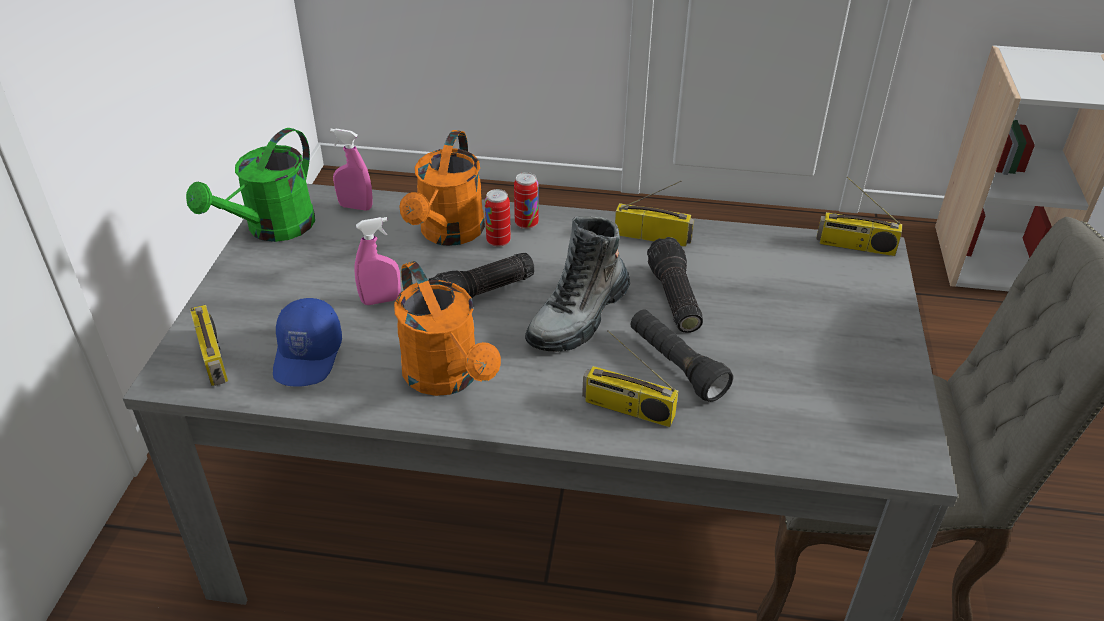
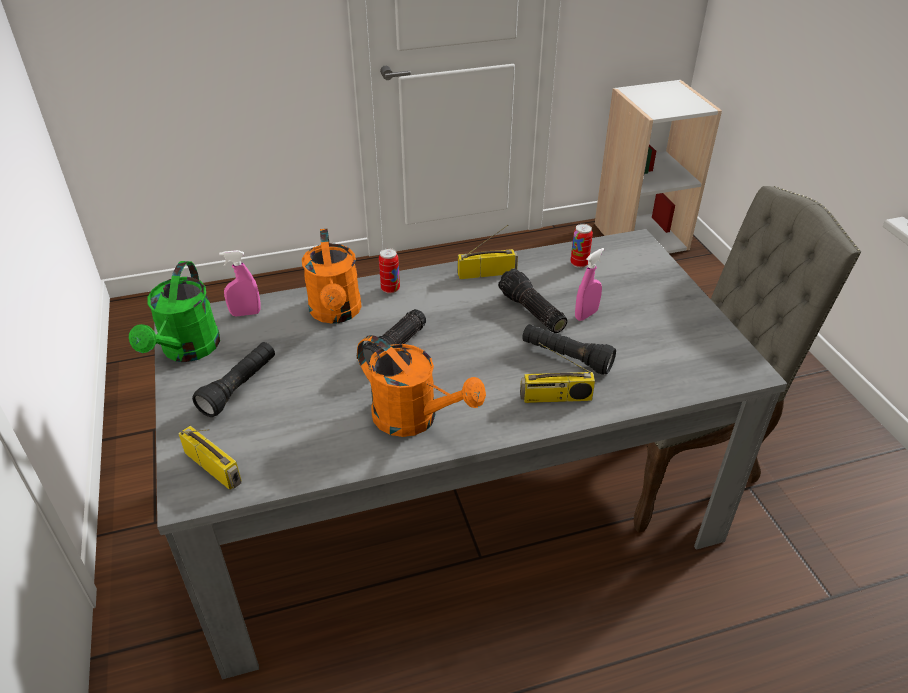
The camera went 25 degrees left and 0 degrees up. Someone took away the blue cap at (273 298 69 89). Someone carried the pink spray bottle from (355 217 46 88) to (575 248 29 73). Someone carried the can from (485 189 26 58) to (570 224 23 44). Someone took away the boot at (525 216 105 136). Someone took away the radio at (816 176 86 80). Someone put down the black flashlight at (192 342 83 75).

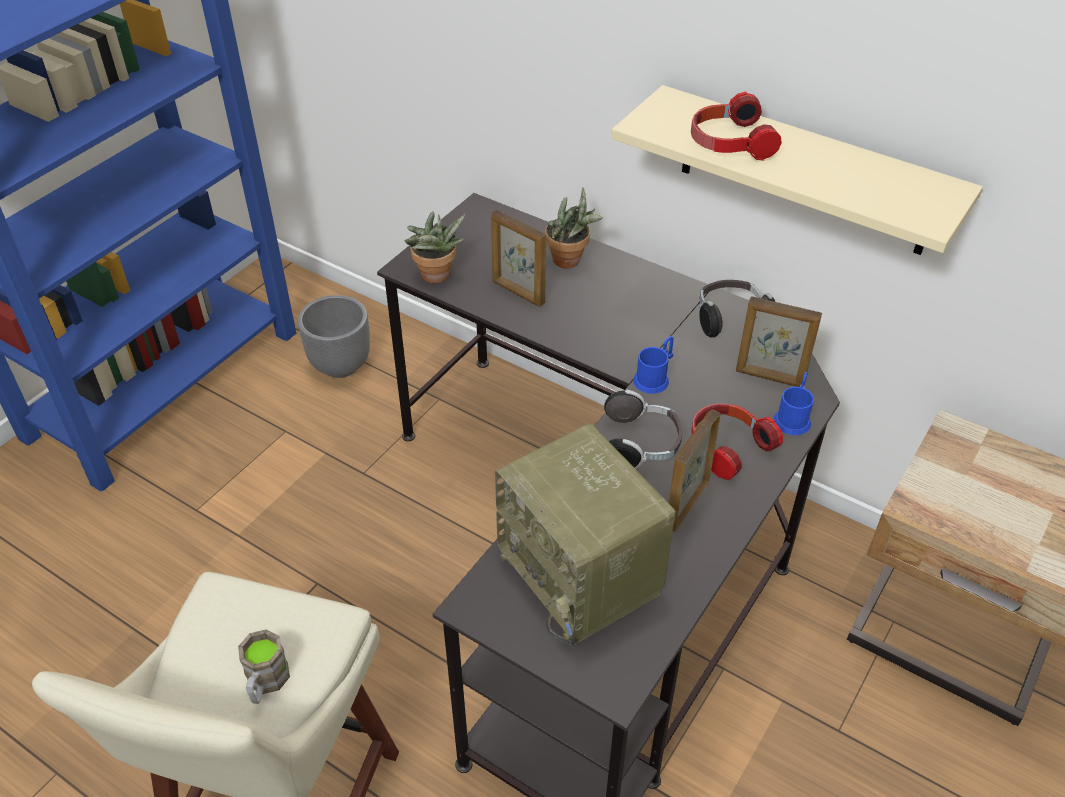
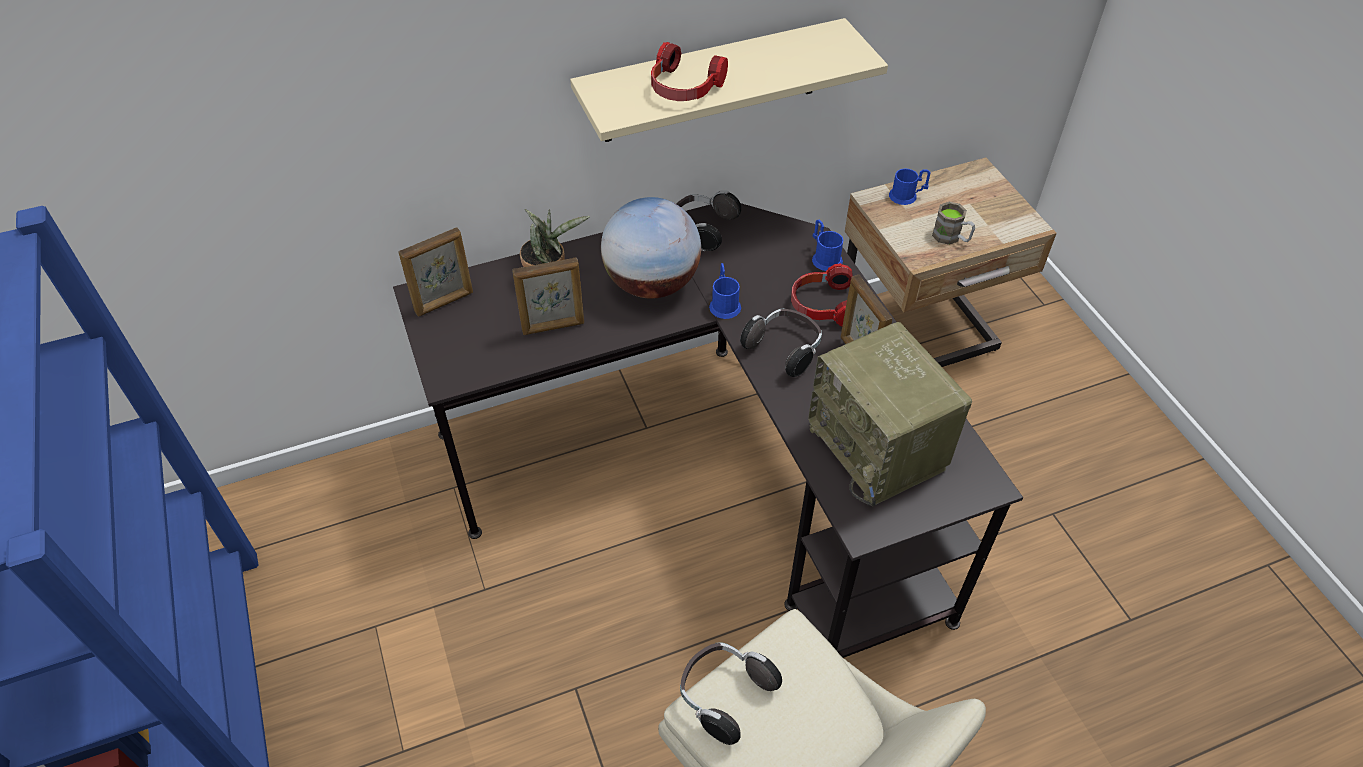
The camera went 55 degrees left and 5 degrees up. Someone carried the brown mug from (238 629 52 75) to (932 202 43 43). Someone took away the grey planter at (298 295 72 83). Someone took away the potted plant at (404 211 62 72). Someone rotated the radio at (495 424 181 222) by 60 degrees clockwise. Someone carried the picture frame from (736 296 86 91) to (398 228 75 89). Someone put down the globe at (601 197 100 102). Someone put down the headphones at (680 642 102 103). Someone put down the blue mug at (889 168 42 37).

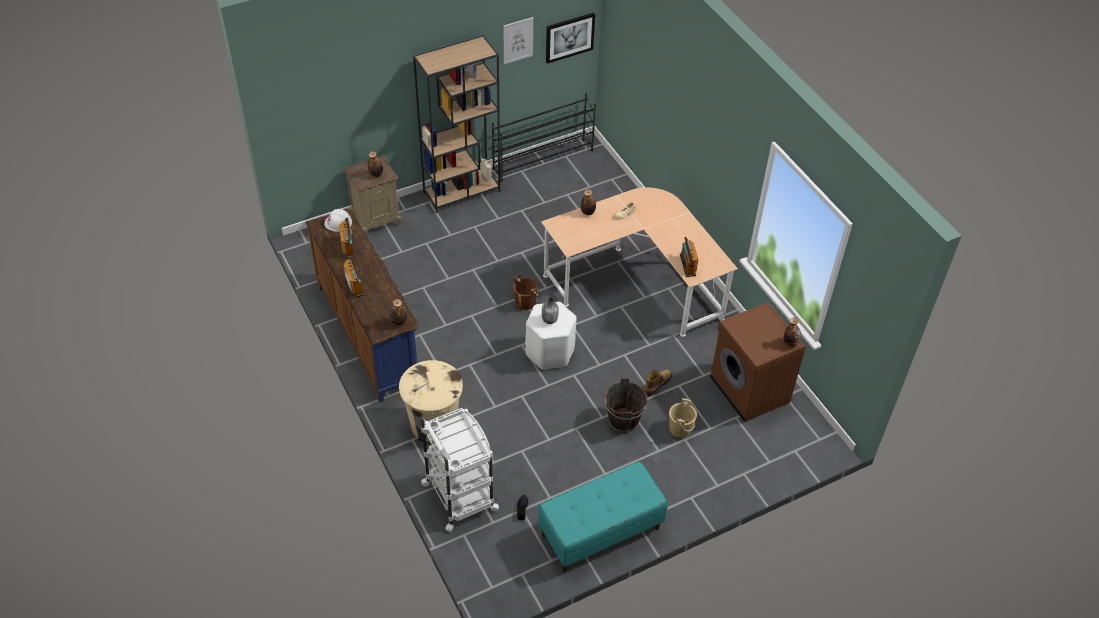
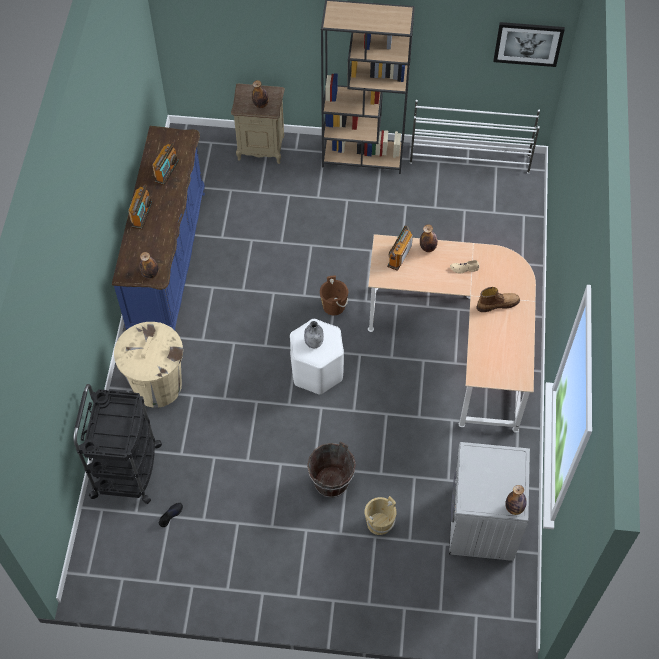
The camera went 35 degrees right and 10 degrees up. Someone took away the white hard hat at (324 209 28 23). Someone repainted the white cart at (421 408 78 124), which became the black cart at (73 384 89 120). Someone repainted the black shoe rack at (492 93 104 88), which became the white shoe rack at (410 100 130 74). Someone took away the picture at (504 17 29 47). Someone took away the turquoise bench at (538 461 130 111). Someone carried the boot from (644 369 28 27) to (477 287 43 25). Someone carried the radio from (680 237 19 40) to (387 226 26 45). Someone repainted the brown washing machine at (710 302 96 120), which became the white washing machine at (449 442 81 119).

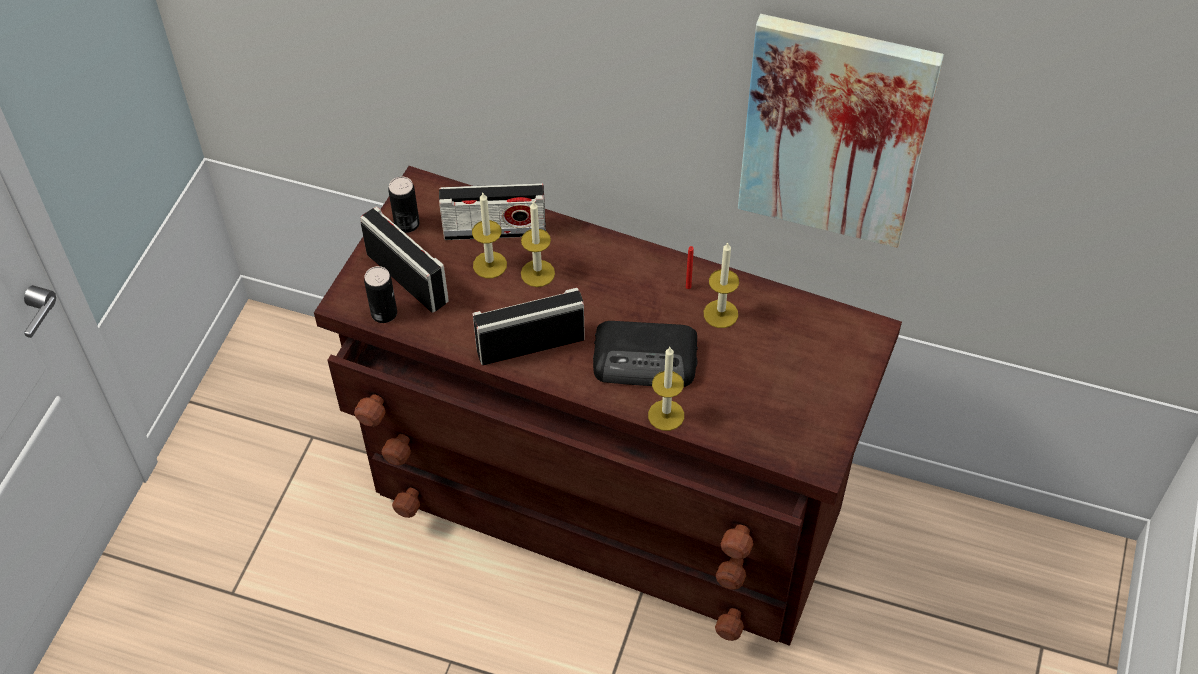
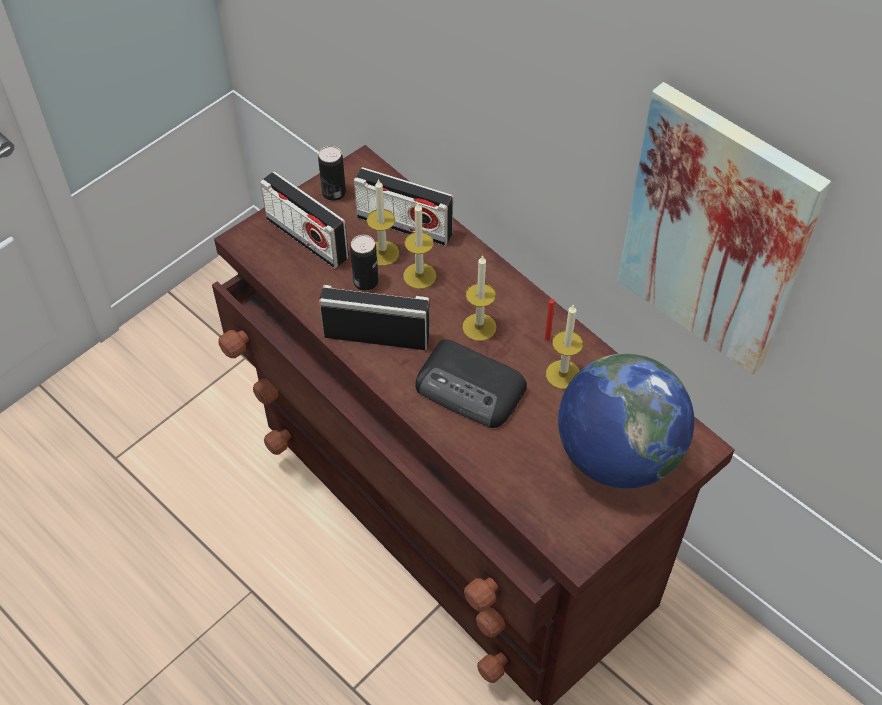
The camera went 25 degrees right and 0 degrees up. Someone rotated the radio at (360 207 89 106) by 150 degrees clockwise. Someone carried the can from (364 266 33 57) to (350 235 28 56). Someone carried the candle from (648 347 36 84) to (462 255 34 86). Someone put down the globe at (558 353 136 135).

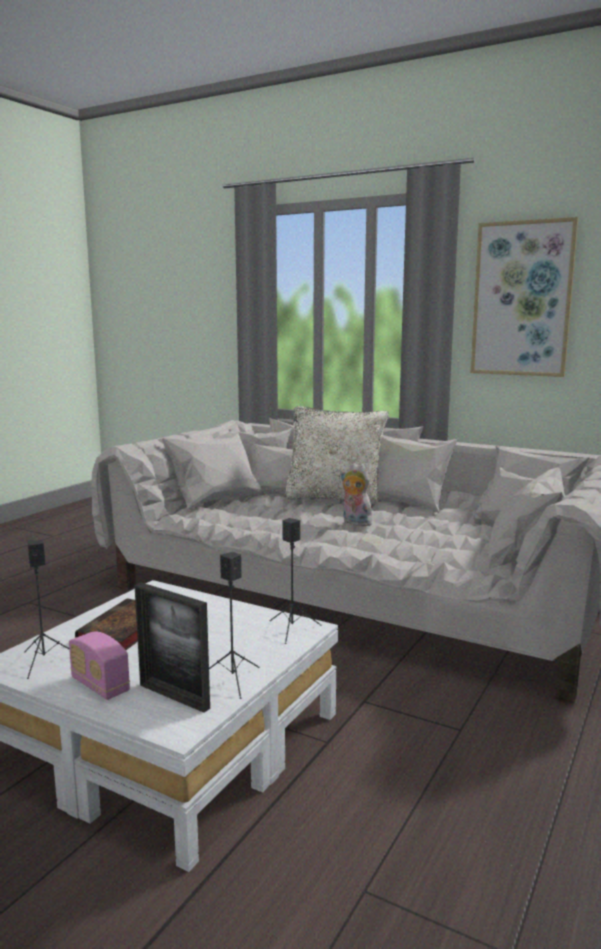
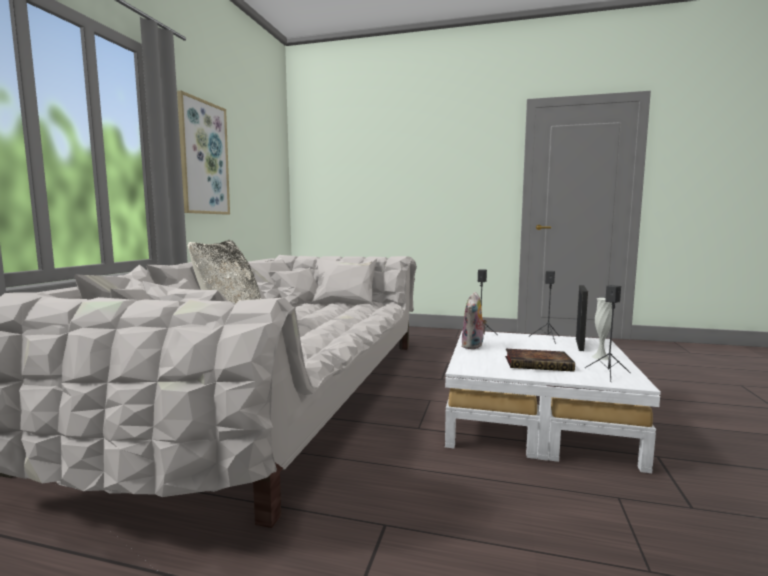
The camera went 105 degrees left and 5 degrees down. Someone swapped the radio at (69 631 61 69) for the white vase at (592 298 20 62). Someone carried the plush toy from (341 463 31 63) to (461 292 26 57).

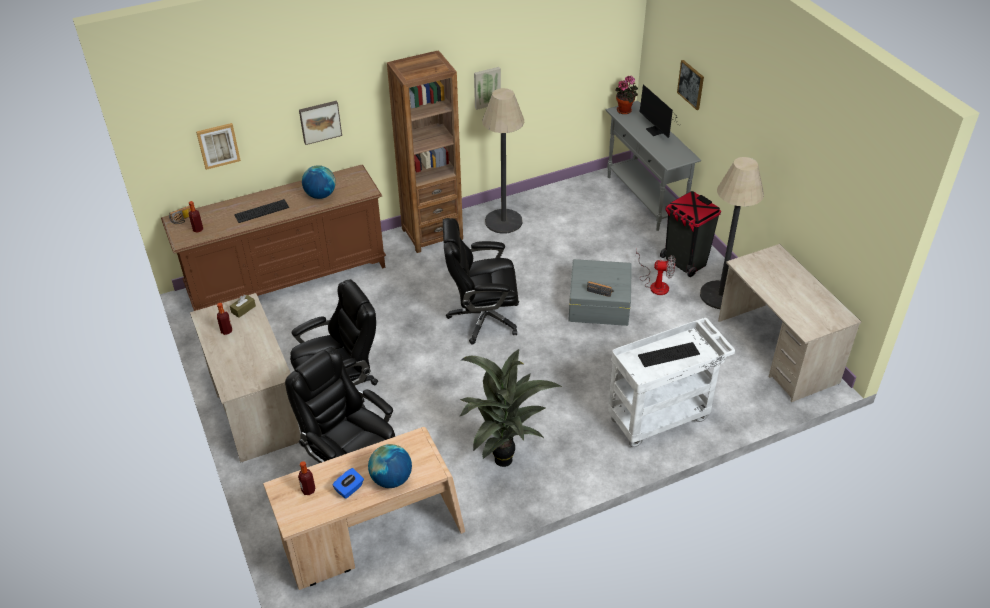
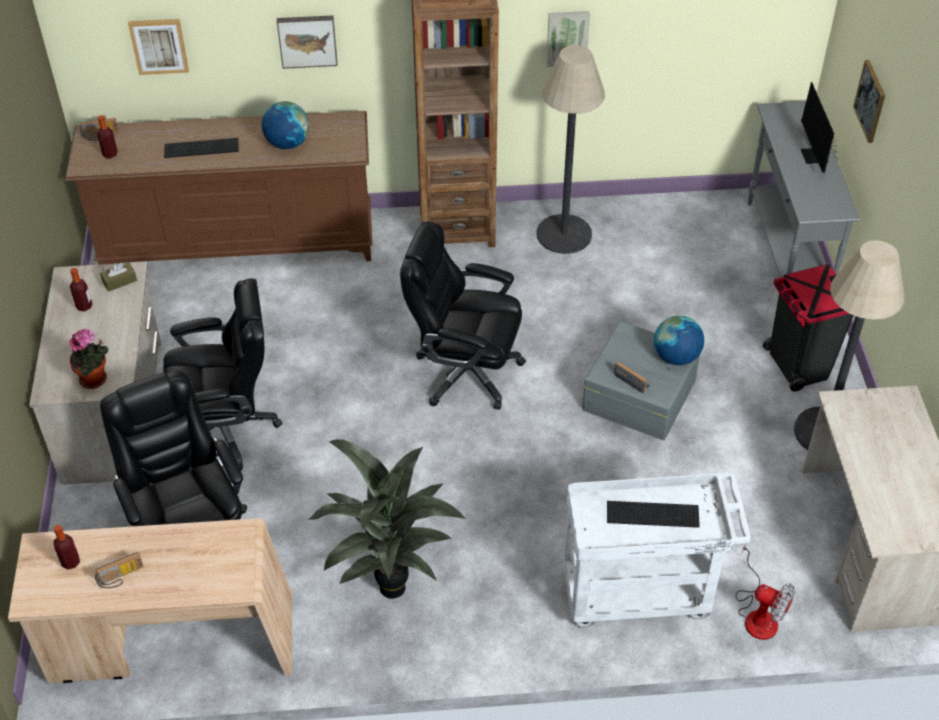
The camera went 20 degrees right and 5 degrees up. Someone swapped the blue tissue box at (332 468 32 31) for the radio at (95 552 48 36). Someone carried the globe from (368 444 44 44) to (654 316 50 49). Someone carried the potted plant from (615 76 23 38) to (69 329 39 60). Someone carried the fan from (636 249 39 46) to (736 543 59 97).

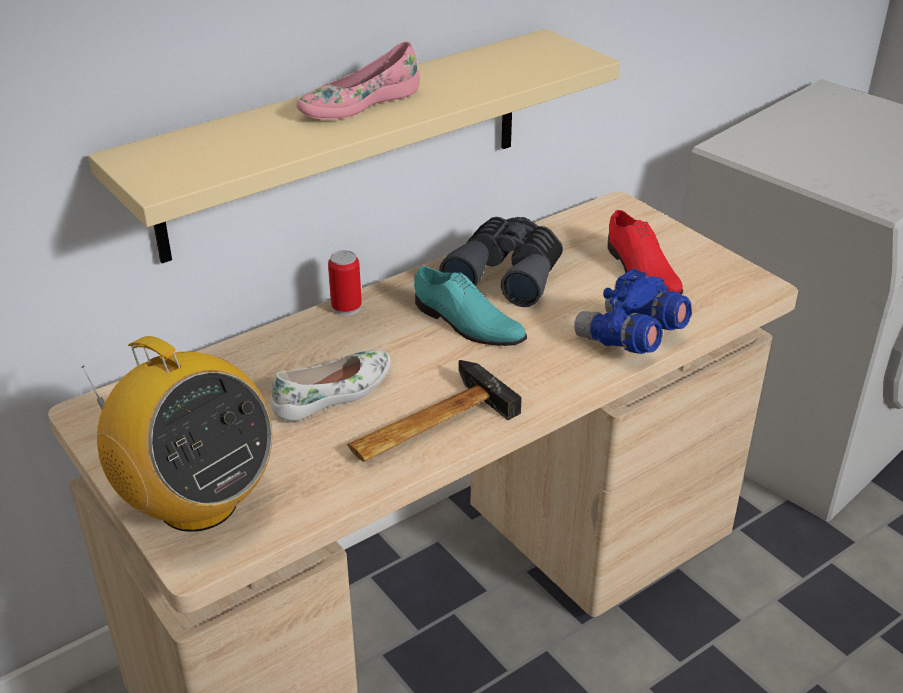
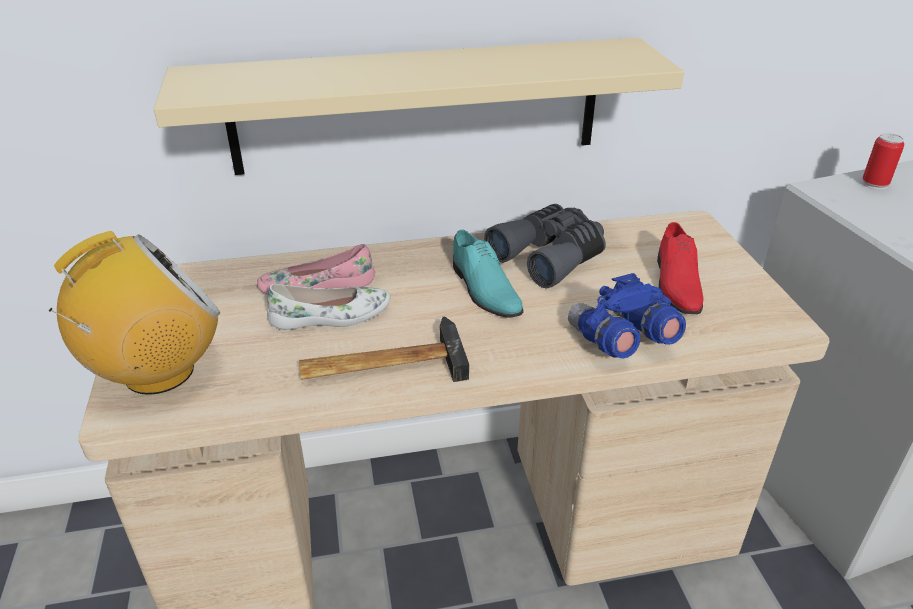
The camera went 25 degrees right and 0 degrees up. Someone rotated the radio at (81 336 191 196) by 105 degrees counterclockwise. Someone carried the pink shoe from (296 42 124 78) to (257 244 118 51). Someone carried the can from (328 250 34 66) to (862 133 42 57).

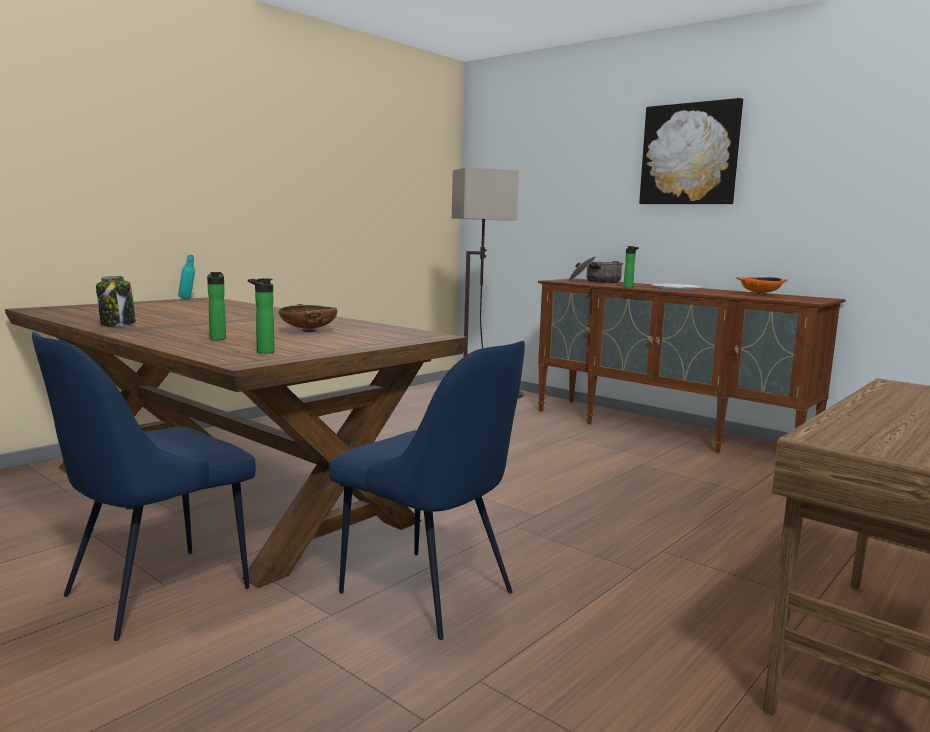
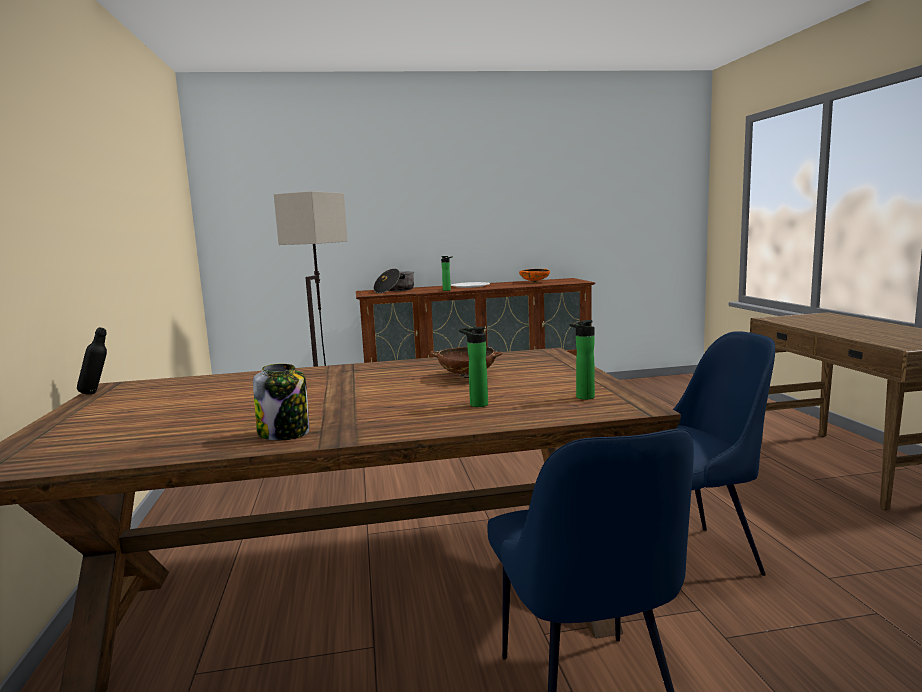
The camera went 50 degrees left and 0 degrees up. Someone repainted the turquoise bottle at (178 255 17 44), which became the black bottle at (77 327 30 68). Someone took away the picture at (639 98 104 106).

